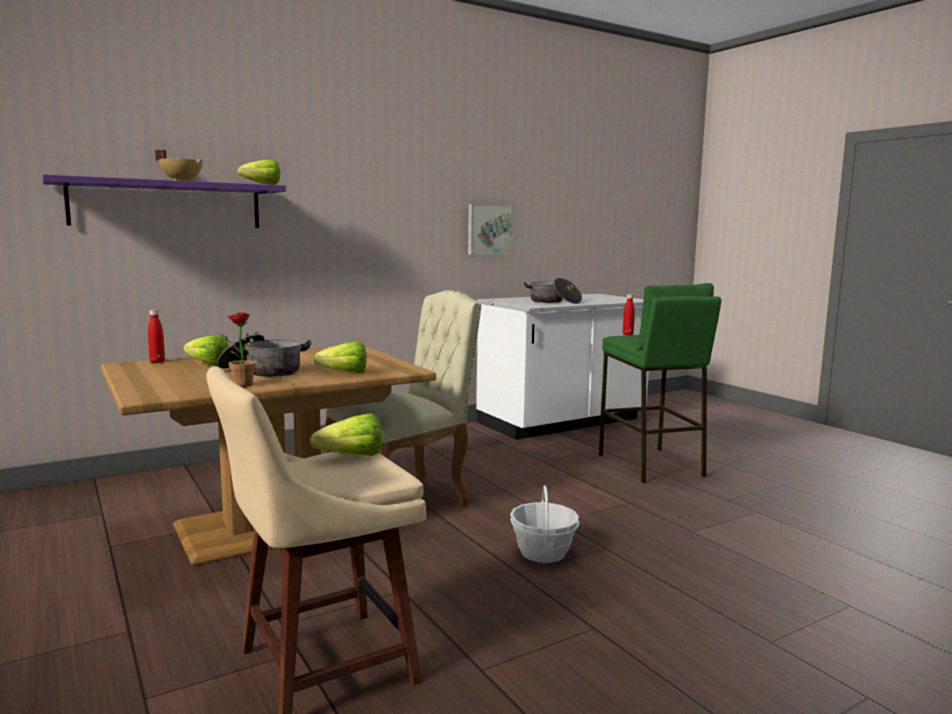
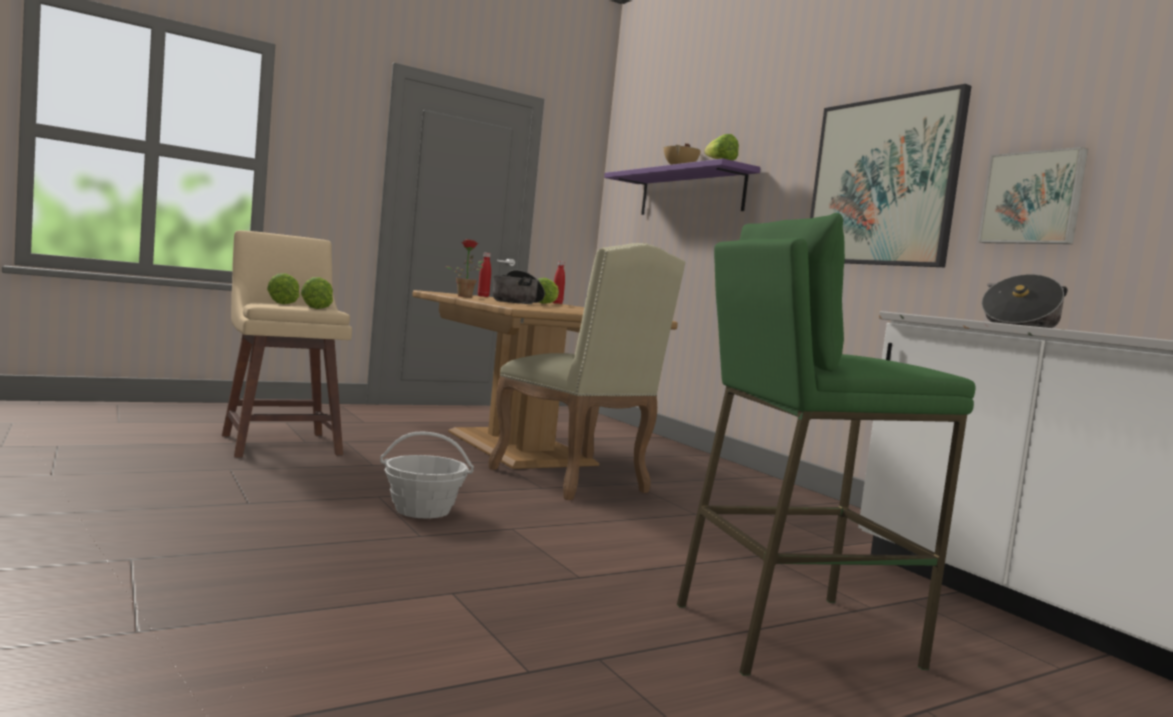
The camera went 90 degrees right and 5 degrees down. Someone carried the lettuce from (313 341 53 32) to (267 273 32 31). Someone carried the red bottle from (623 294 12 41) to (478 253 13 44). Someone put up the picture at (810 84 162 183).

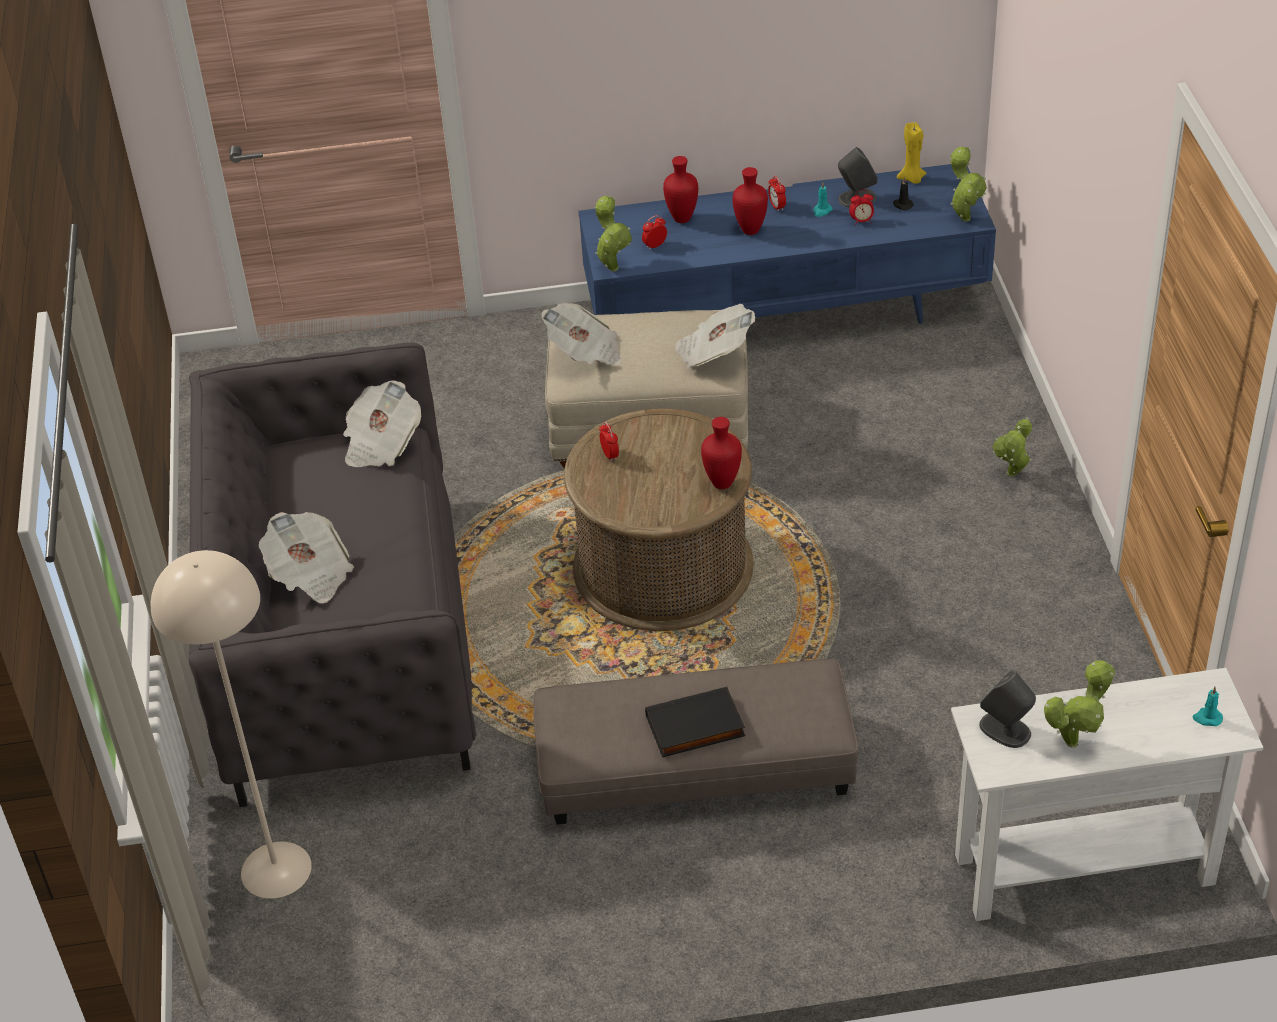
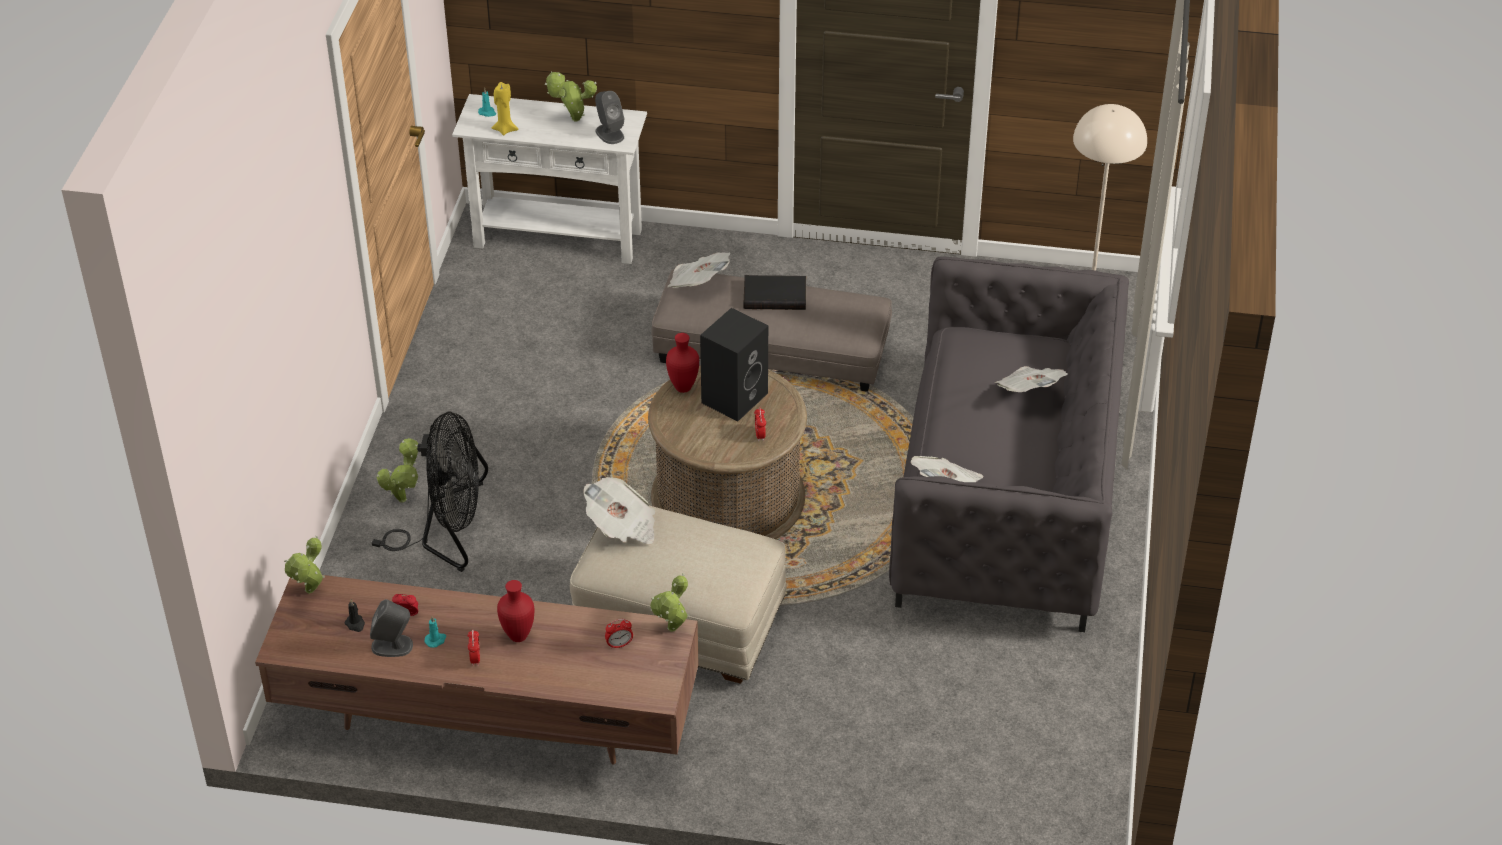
The camera went 165 degrees left and 0 degrees up. Someone carried the newspaper from (541 303 80 62) to (667 252 64 36). Someone repainted the blue tv stand at (579 164 417 160), which became the brown tv stand at (255 575 444 189). Someone took away the red vase at (663 156 35 67). Someone carried the yellow candle from (897 122 29 62) to (492 82 26 53). Someone put down the black fan at (370 411 118 161). Someone put down the black speaker at (700 308 68 113).

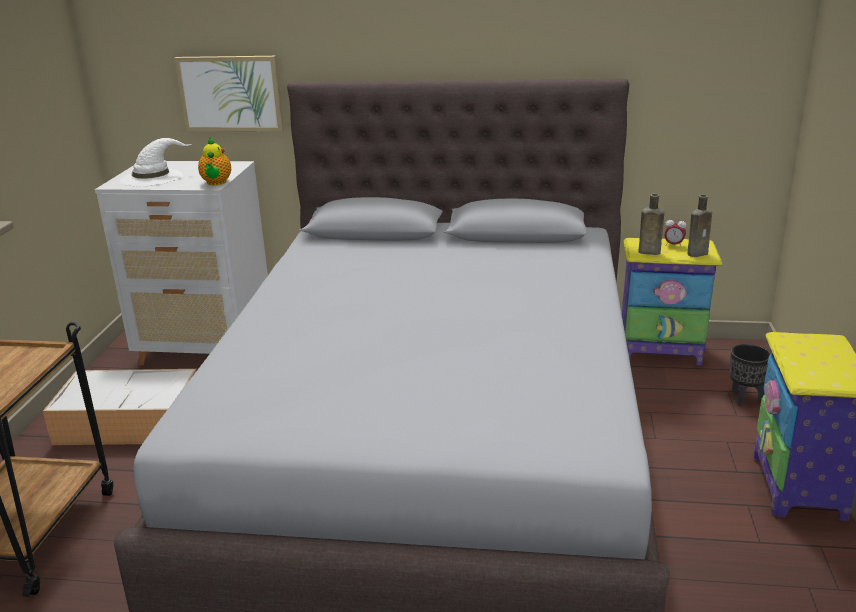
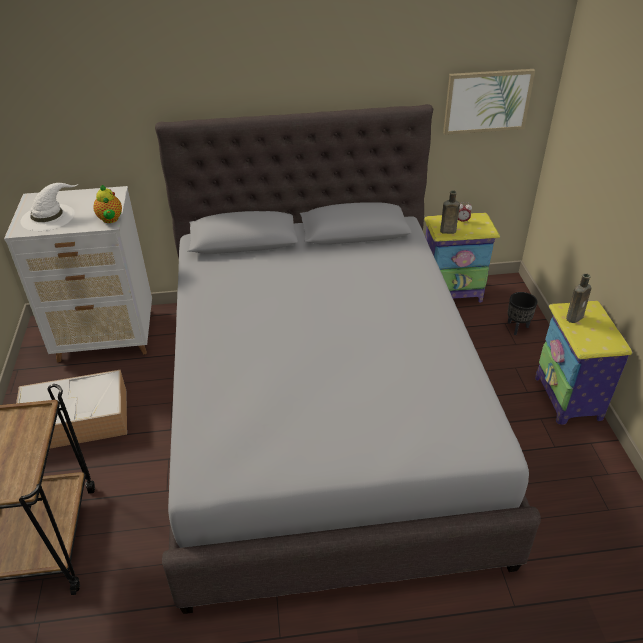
The camera went 15 degrees left and 15 degrees up. Someone carried the picture from (174 56 110 75) to (443 69 92 66). Someone carried the brown bottle from (687 195 25 62) to (566 273 25 50).

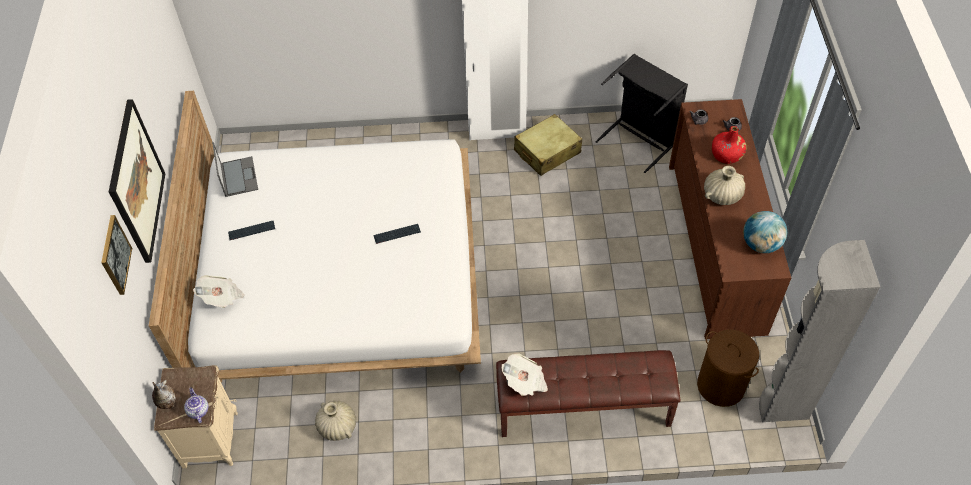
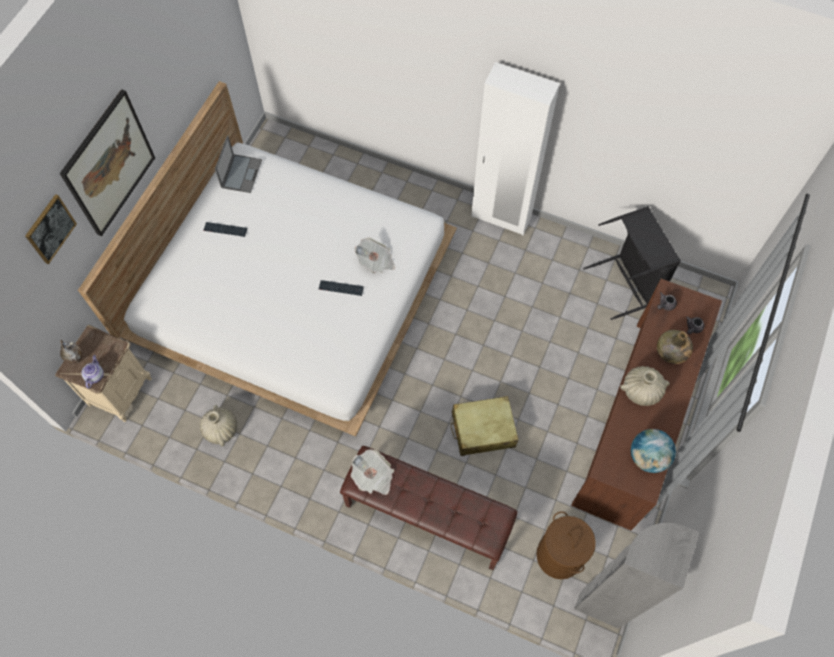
The camera went 25 degrees right and 10 degrees up. Someone carried the newspaper from (193 275 52 33) to (355 238 40 35). Someone carried the beige suitcase from (514 114 68 62) to (451 396 68 60). Someone repainted the red bottle at (712 126 35 38), which became the green bottle at (657 330 36 34).

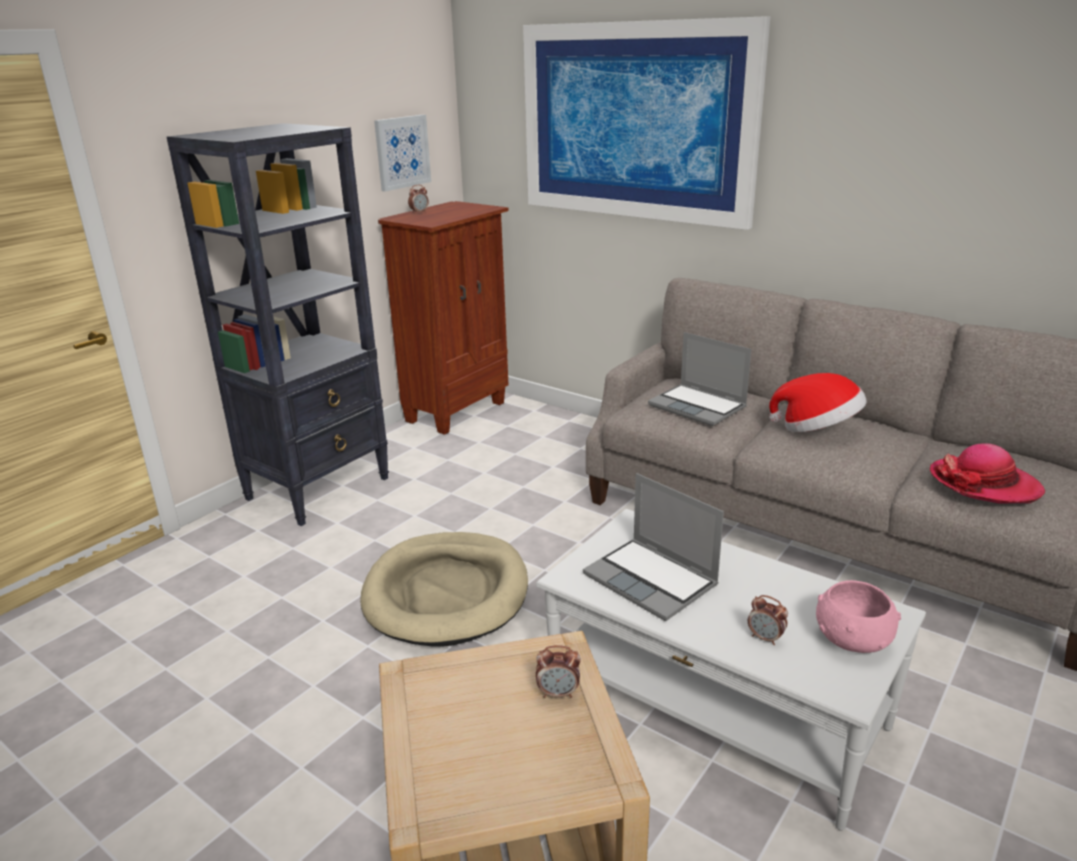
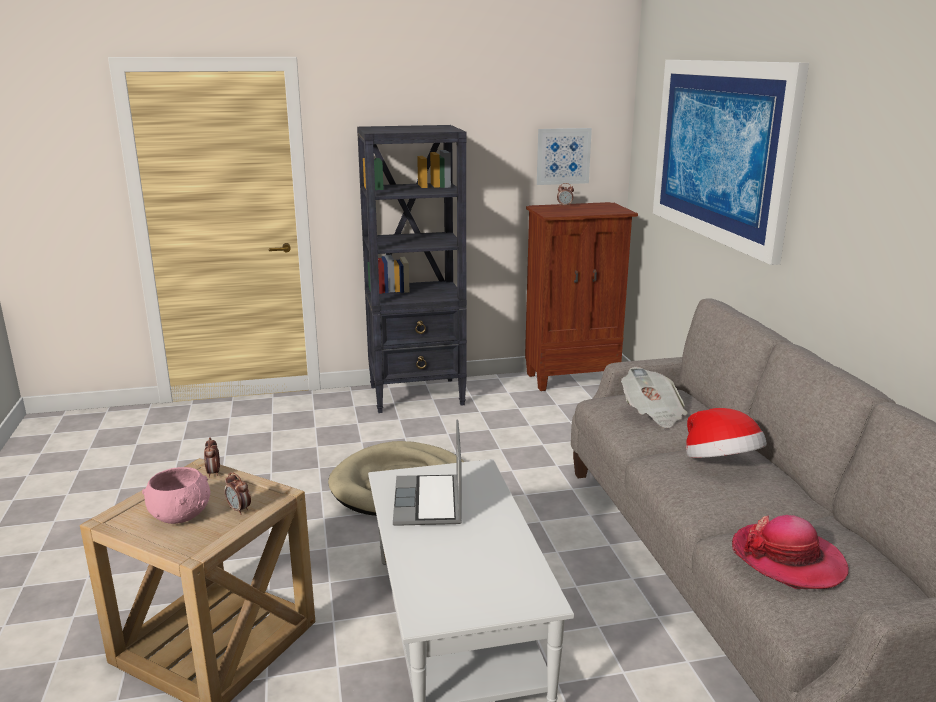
The camera went 40 degrees right and 5 degrees down. Someone swapped the laptop at (648 332 103 94) for the newspaper at (621 367 66 61). Someone carried the alarm clock from (748 595 40 50) to (204 437 16 41). Someone carried the pink bowl from (816 580 85 73) to (142 467 68 57).

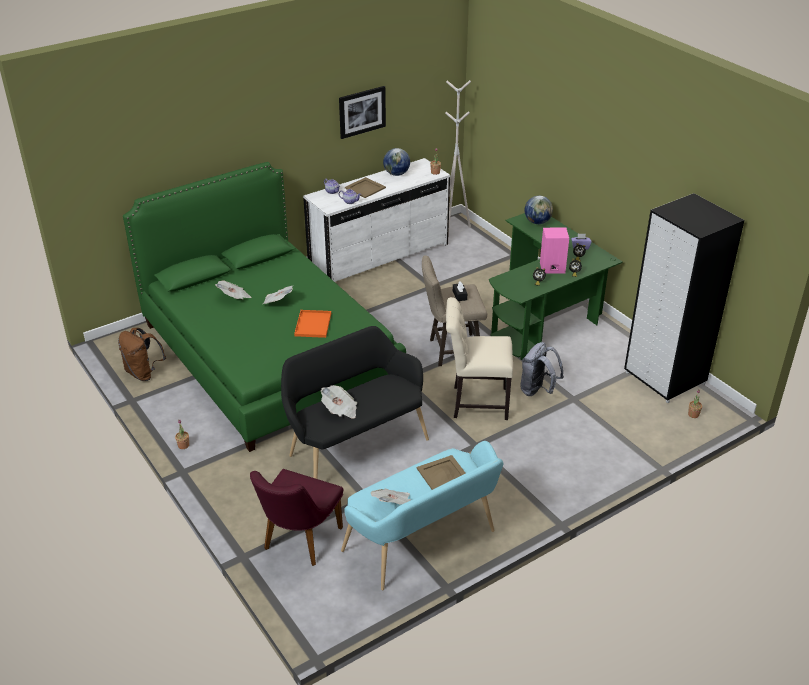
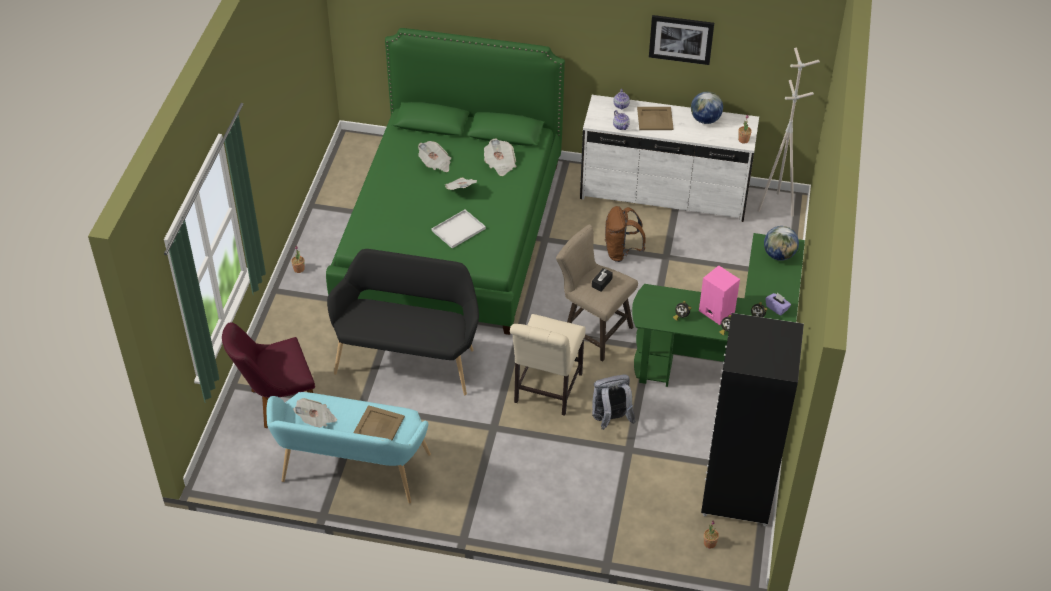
The camera went 45 degrees right and 10 degrees up. Someone carried the brown backpack from (118 328 48 53) to (605 206 41 56). Someone repainted the orange tray at (294 310 37 28), which became the white tray at (432 210 54 38). Someone carried the newspaper from (321 385 36 34) to (484 139 32 37). Someone rotated the beige chair at (446 297 67 123) by 120 degrees counterclockwise.

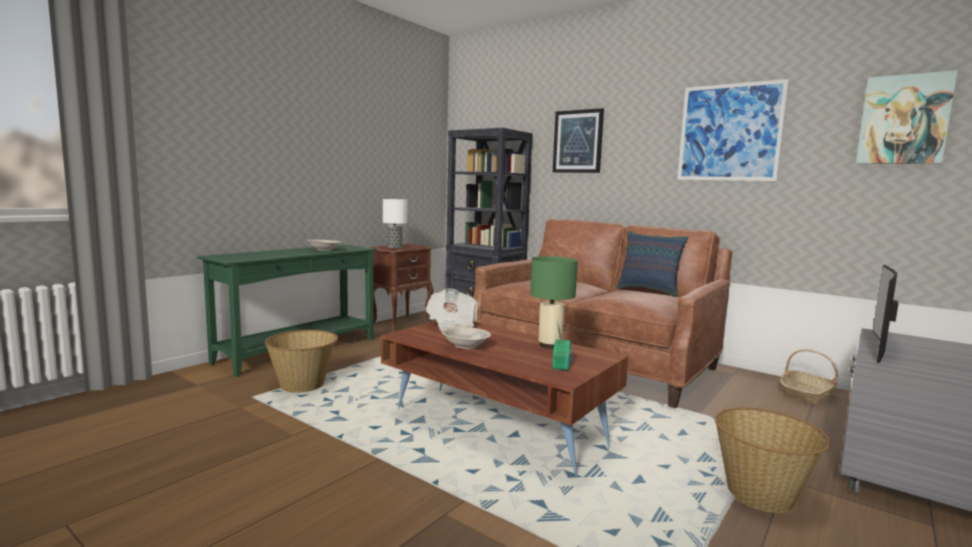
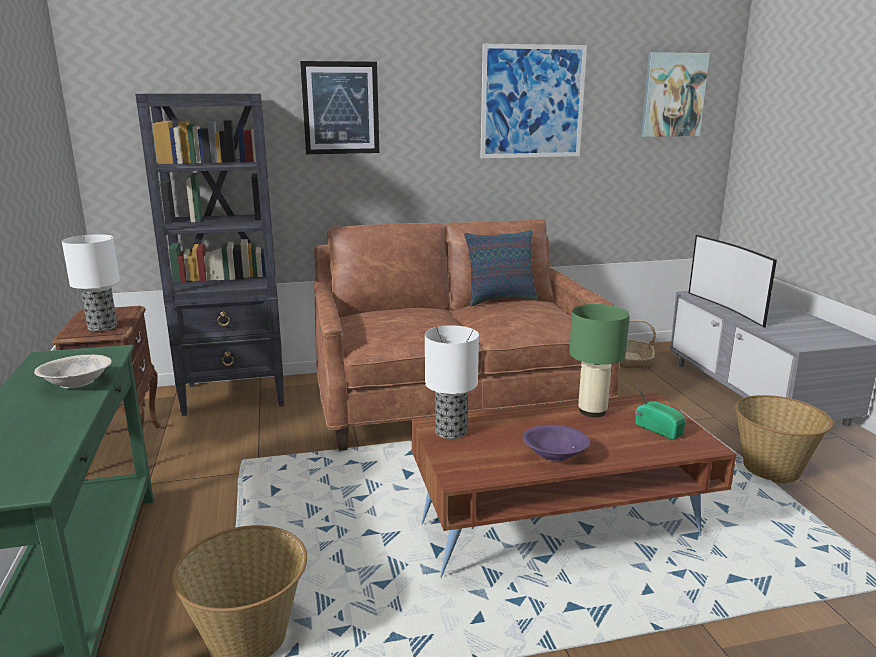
The camera went 50 degrees left and 10 degrees up. Someone swapped the newspaper at (425 289 53 42) for the table lamp at (425 325 54 114). Someone repainted the beige bowl at (441 327 50 22), which became the purple bowl at (523 425 67 36).

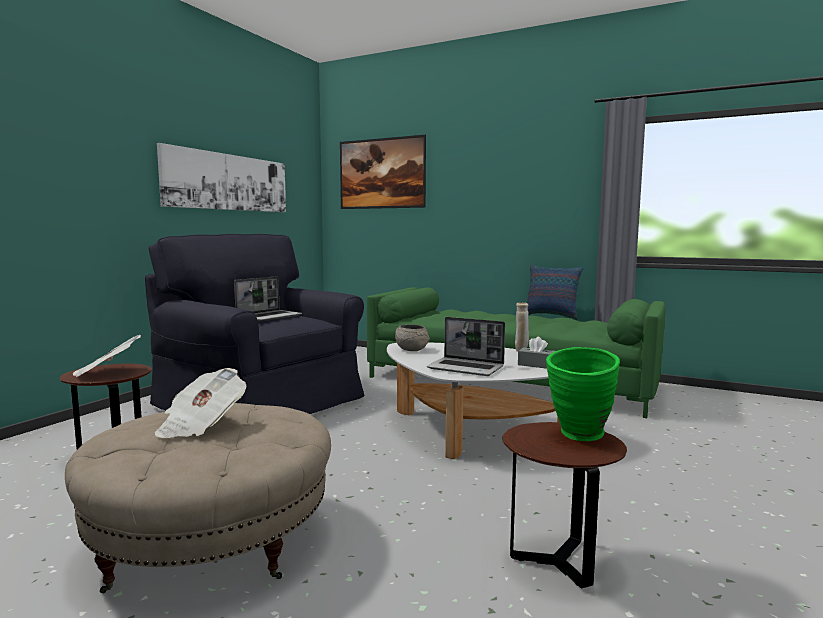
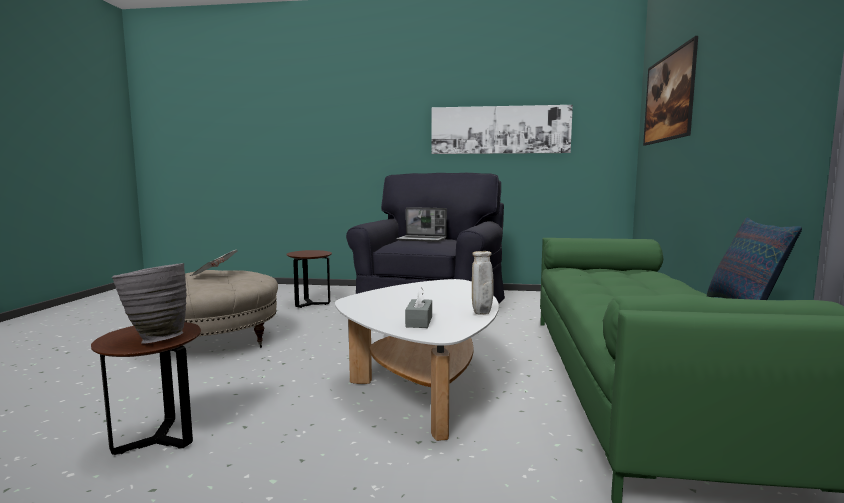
The camera went 70 degrees right and 0 degrees up. Someone took away the newspaper at (73 335 68 42). Someone took away the grey bowl at (395 324 35 27). Someone took away the laptop at (427 317 78 59). Someone repainted the green vase at (546 347 74 94), which became the grey vase at (112 263 75 81).

